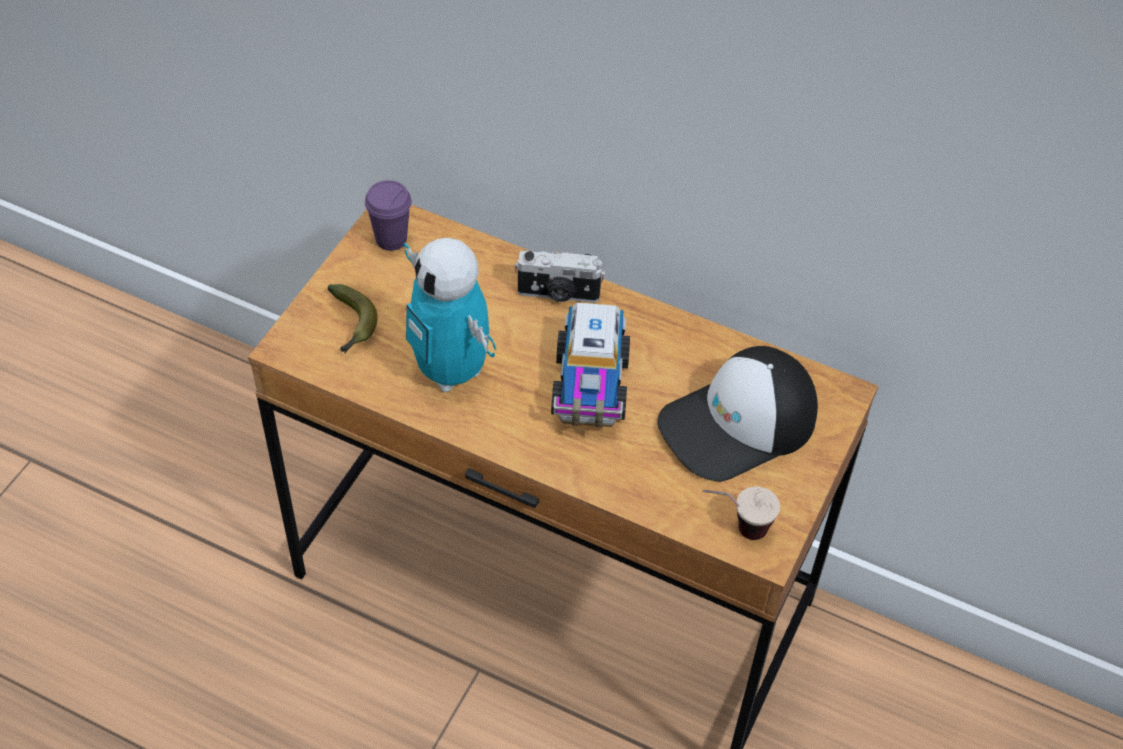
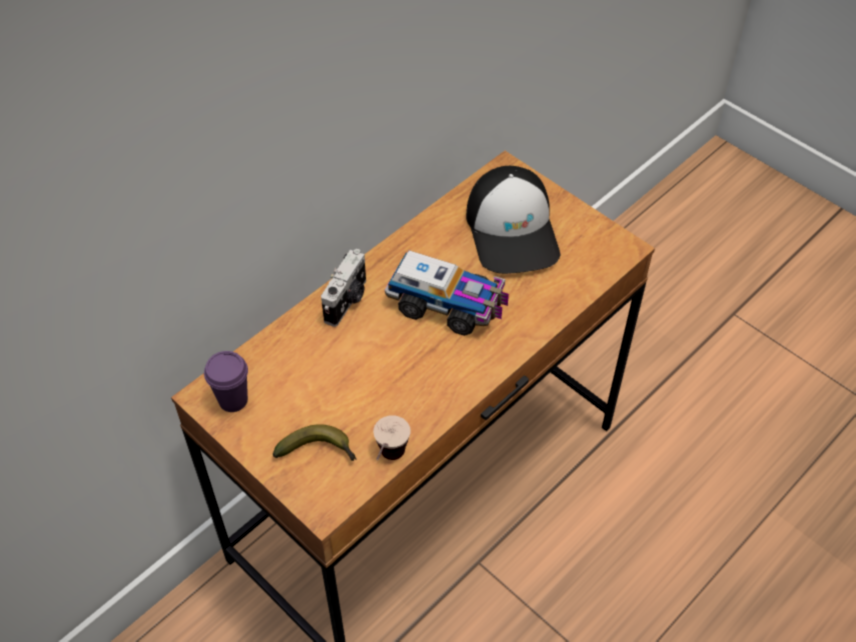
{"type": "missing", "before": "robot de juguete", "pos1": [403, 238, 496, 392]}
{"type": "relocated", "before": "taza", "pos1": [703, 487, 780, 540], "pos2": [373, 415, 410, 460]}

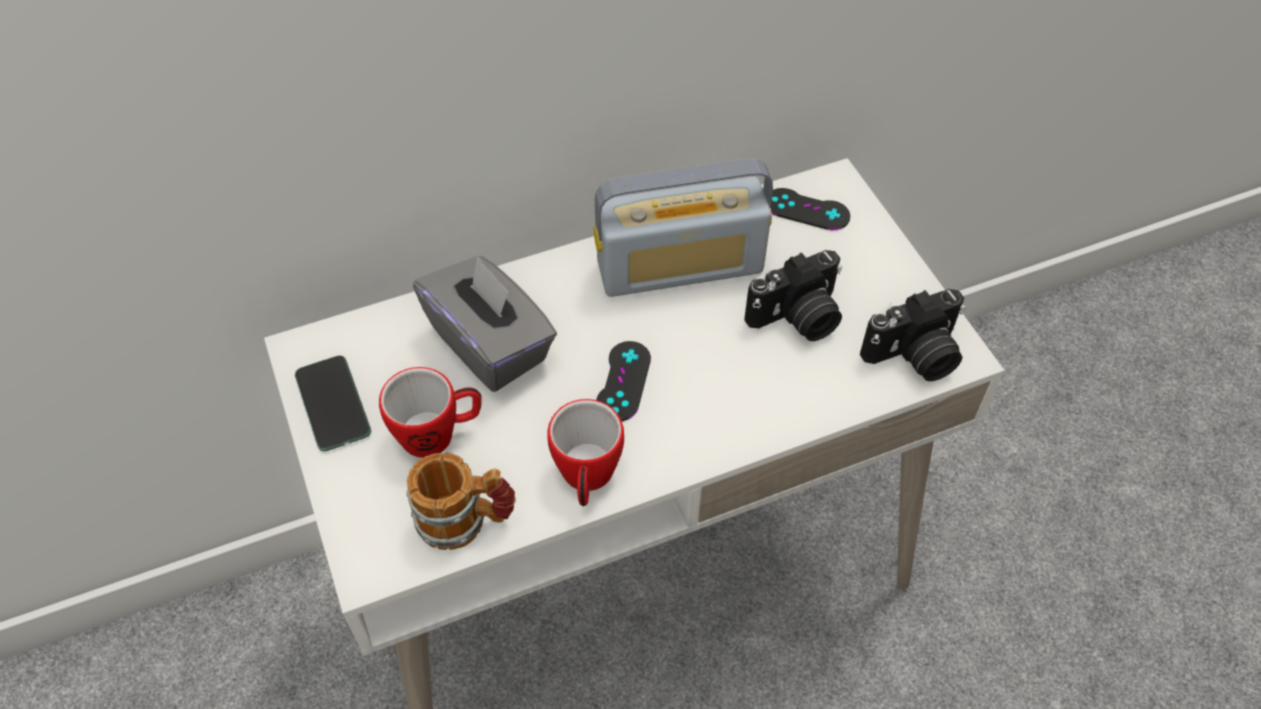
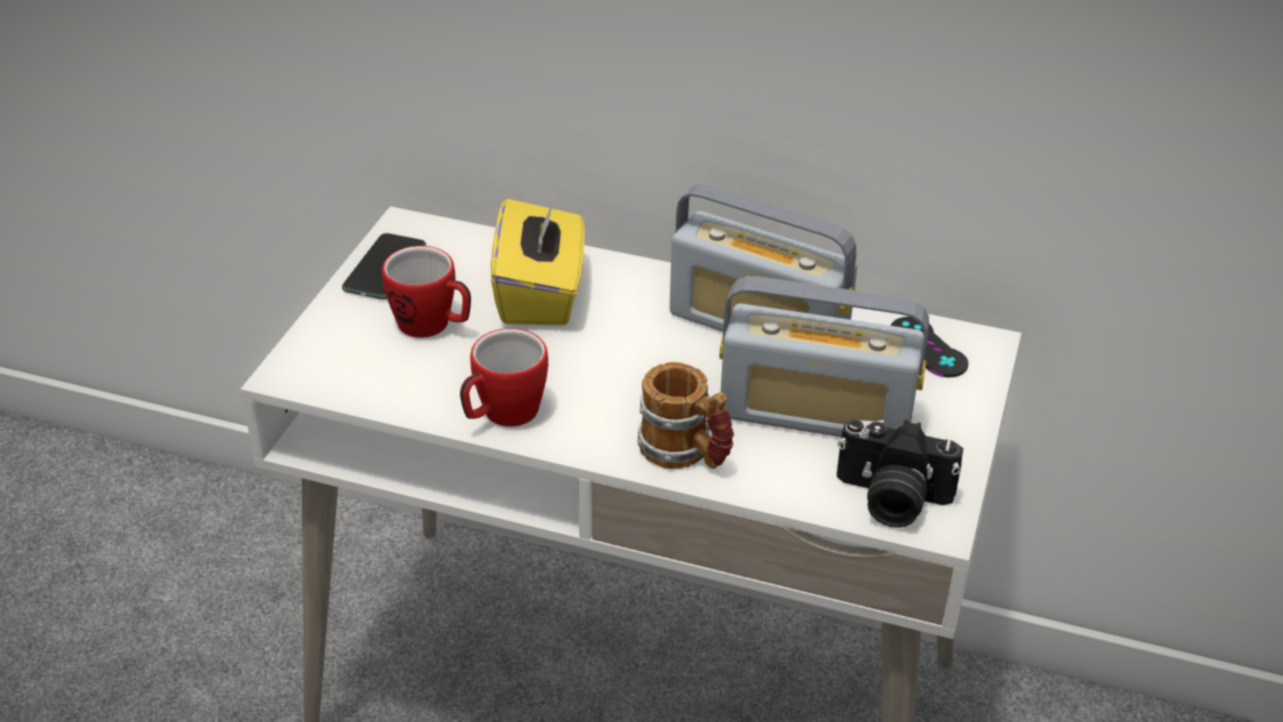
{"type": "missing", "before": "mando de consola (negro)", "pos1": [596, 341, 651, 421]}
{"type": "relocated", "before": "taza grande", "pos1": [406, 452, 516, 550], "pos2": [638, 362, 734, 469]}
{"type": "exchanged", "before": "cámara", "after": "radio", "pos1": [744, 250, 842, 341], "pos2": [719, 276, 929, 437]}
{"type": "colour", "before": "caja de pañuelos (gris)", "after": "caja de pañuelos (amarillo)", "pos1": [413, 255, 557, 392], "pos2": [491, 195, 584, 326]}

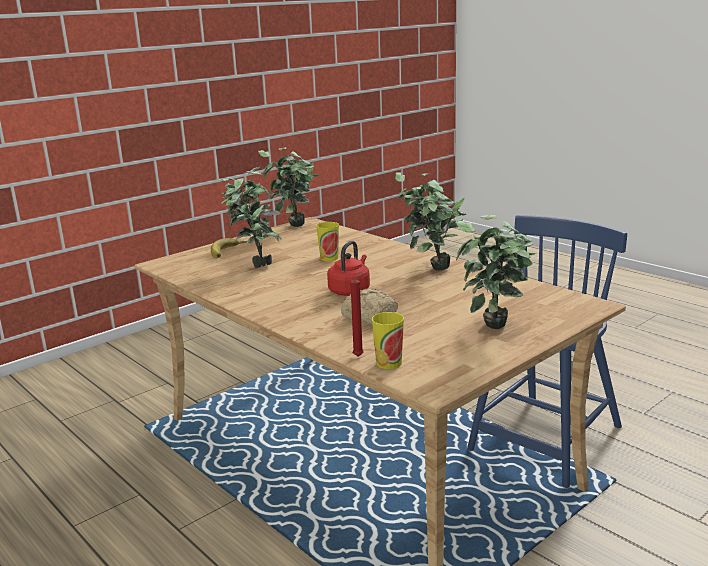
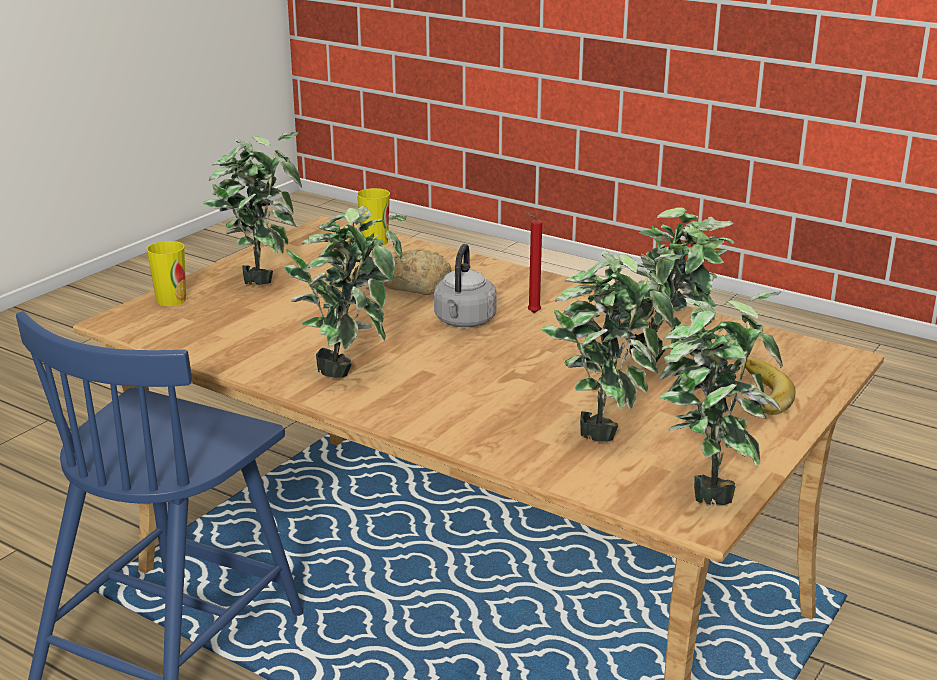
{"type": "appeared", "after": "planta en maceta", "pos2": [540, 250, 683, 442]}
{"type": "relocated", "before": "taza", "pos1": [316, 222, 339, 261], "pos2": [146, 241, 186, 306]}
{"type": "relocated", "before": "vela (rojo)", "pos1": [350, 273, 364, 357], "pos2": [525, 211, 542, 313]}
{"type": "colour", "before": "hervidor (rojo)", "after": "hervidor (gris)", "pos1": [327, 241, 370, 296], "pos2": [434, 244, 497, 327]}

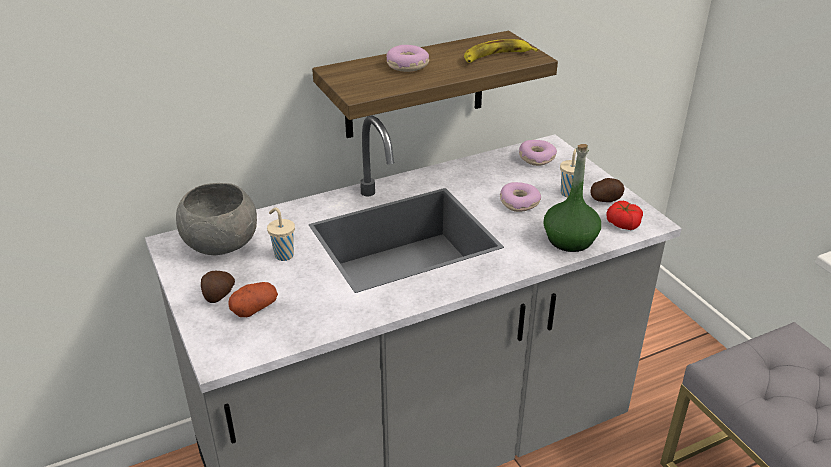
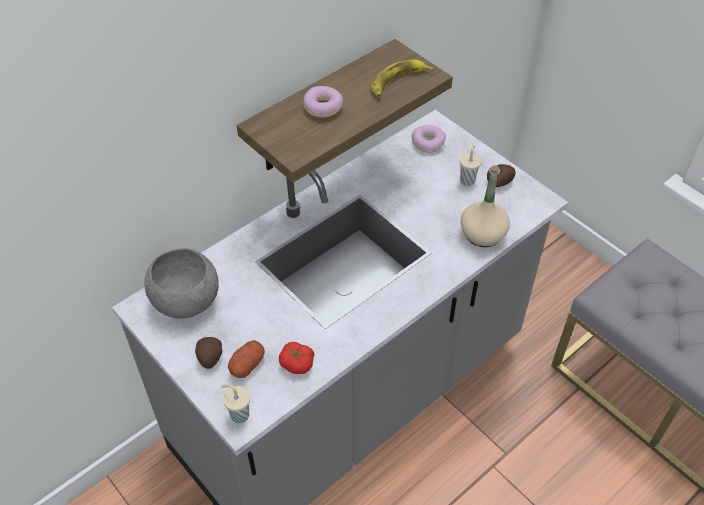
{"type": "missing", "before": "rosquilla", "pos1": [500, 182, 541, 212]}
{"type": "relocated", "before": "taza (beis)", "pos1": [267, 208, 295, 261], "pos2": [221, 384, 250, 423]}
{"type": "relocated", "before": "tomate", "pos1": [607, 201, 643, 230], "pos2": [279, 342, 314, 374]}
{"type": "colour", "before": "botella (verde)", "after": "botella (beis)", "pos1": [544, 144, 601, 252], "pos2": [461, 165, 510, 247]}

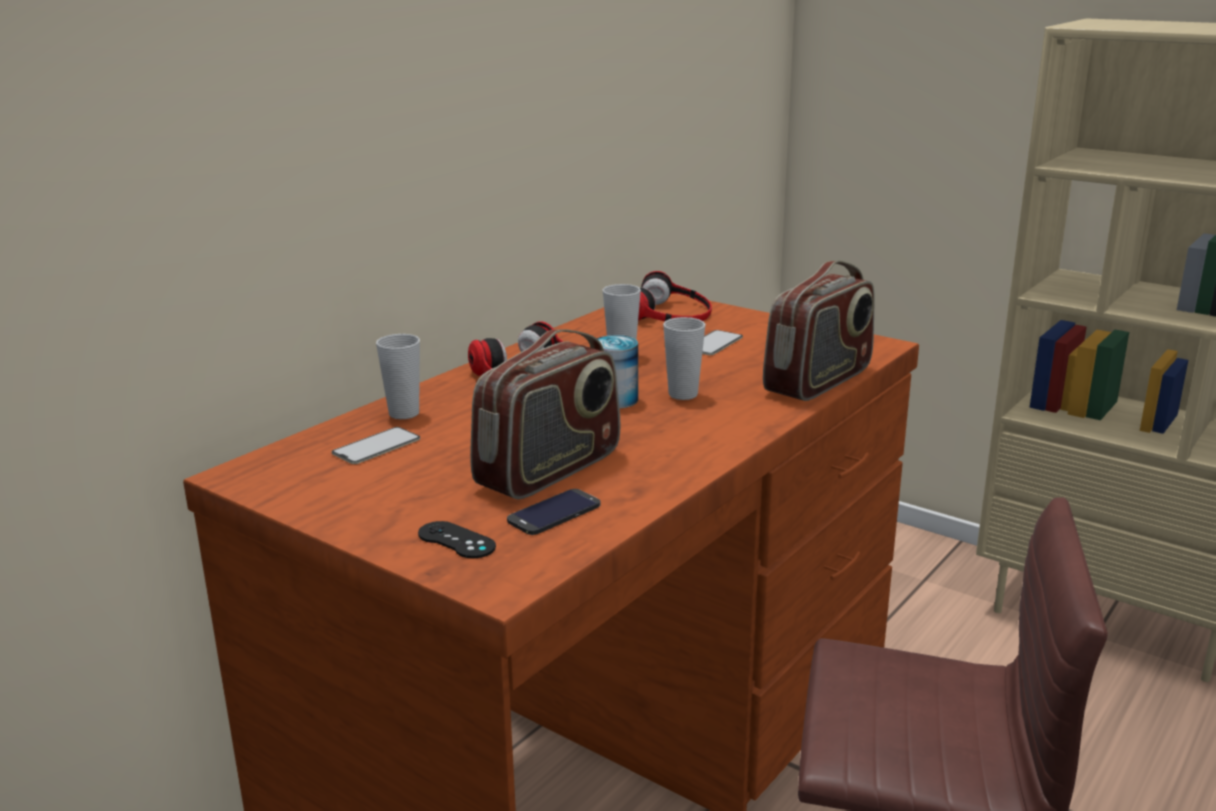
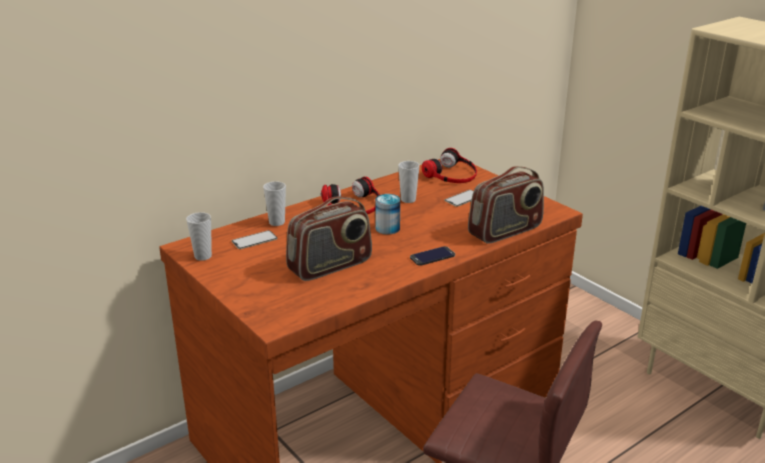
{"type": "missing", "before": "mando de consola (negro)", "pos1": [418, 521, 496, 558]}
{"type": "relocated", "before": "móvil", "pos1": [507, 489, 600, 535], "pos2": [410, 246, 455, 266]}
{"type": "relocated", "before": "taza", "pos1": [663, 317, 706, 400], "pos2": [186, 212, 212, 261]}

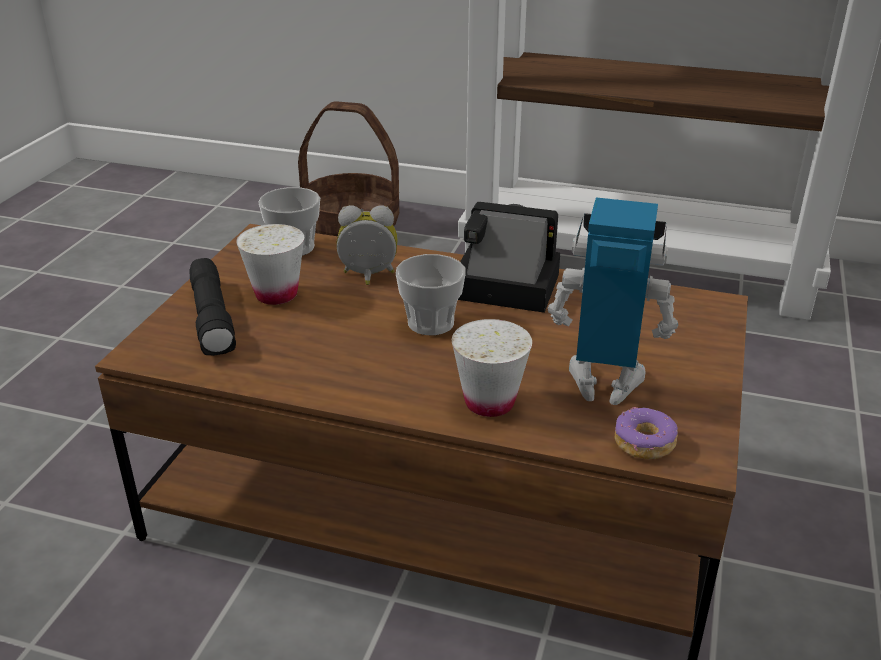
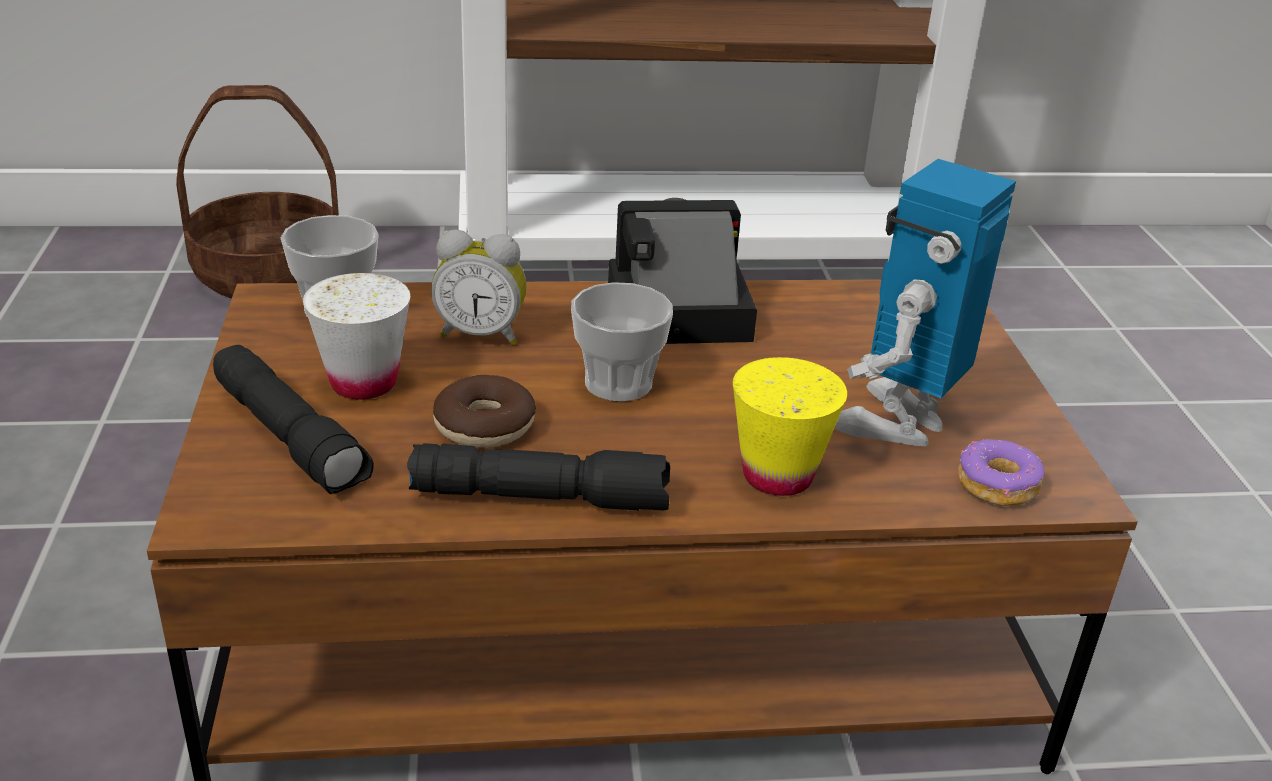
{"type": "appeared", "after": "linterna (negro)", "pos2": [407, 443, 670, 510]}
{"type": "appeared", "after": "rosquilla", "pos2": [433, 375, 536, 447]}
{"type": "colour", "before": "taza (blanco)", "after": "taza (amarillo)", "pos1": [452, 319, 532, 417], "pos2": [733, 357, 847, 496]}
{"type": "spun", "before": "despertador", "pos1": [336, 205, 398, 285], "pos2": [431, 230, 526, 345], "turn": -150}
{"type": "spun", "before": "robot de juguete", "pos1": [548, 198, 678, 405], "pos2": [834, 159, 1016, 446], "turn": -45}

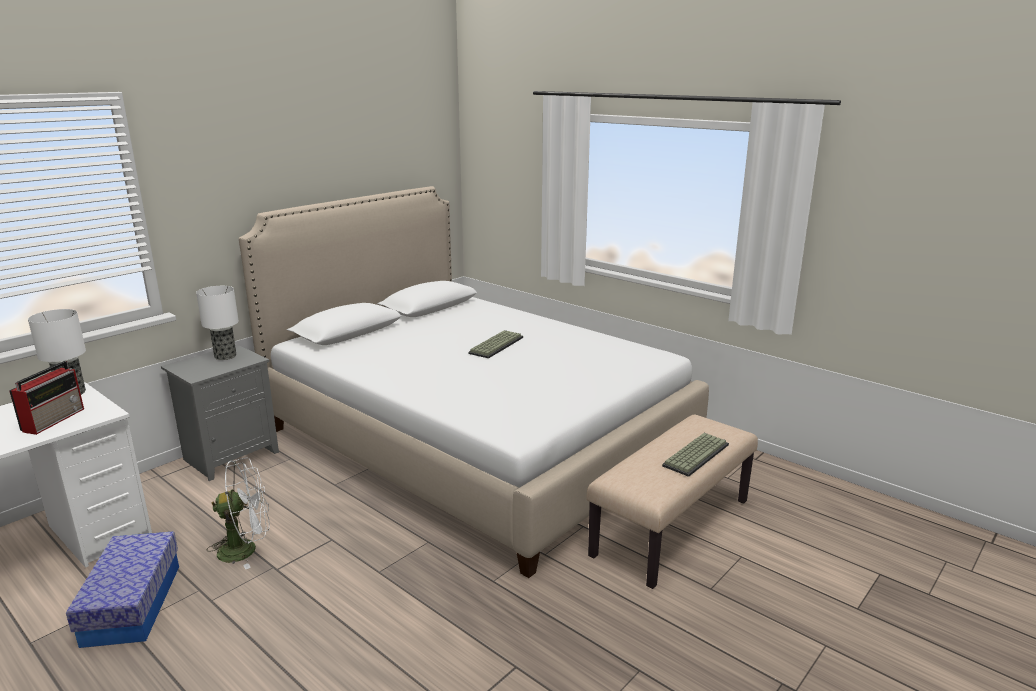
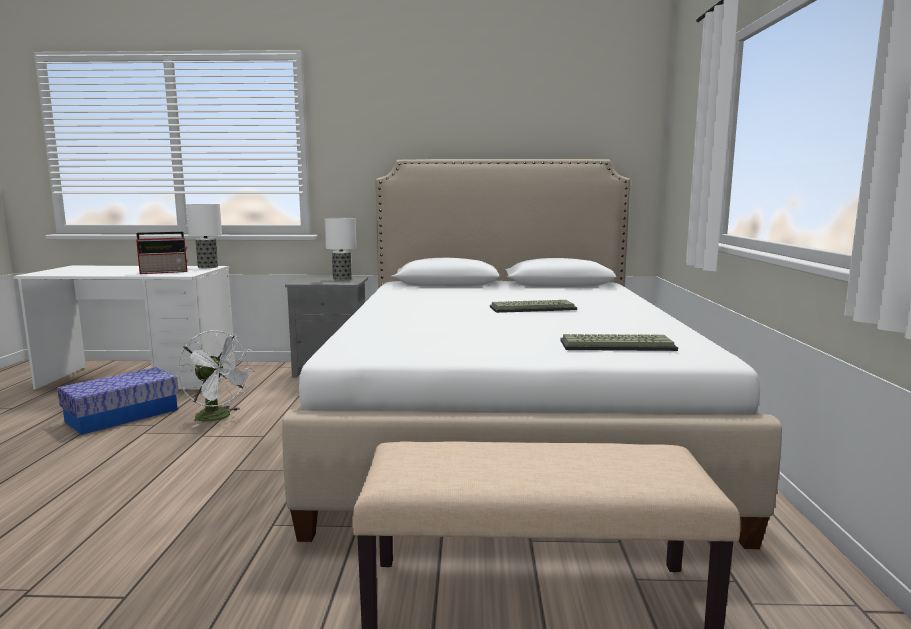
{"type": "relocated", "before": "teclado", "pos1": [662, 433, 729, 477], "pos2": [561, 334, 678, 351]}

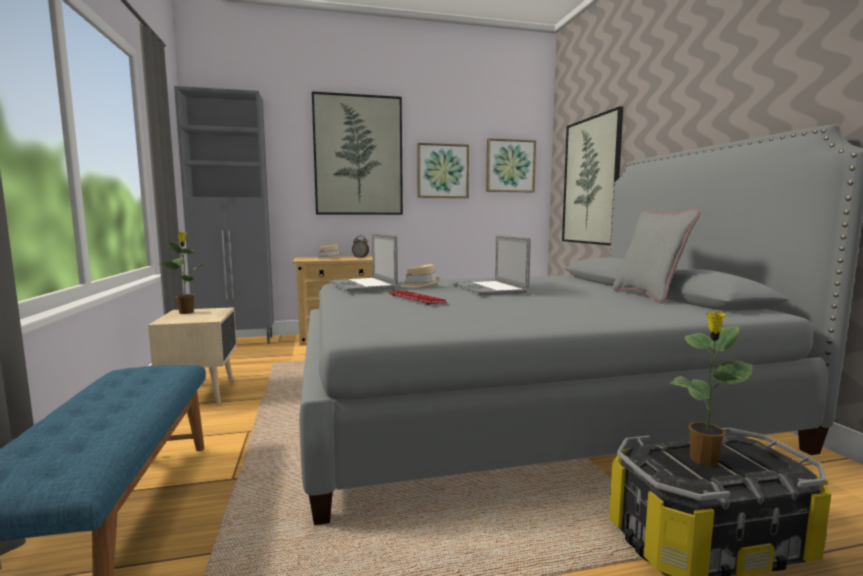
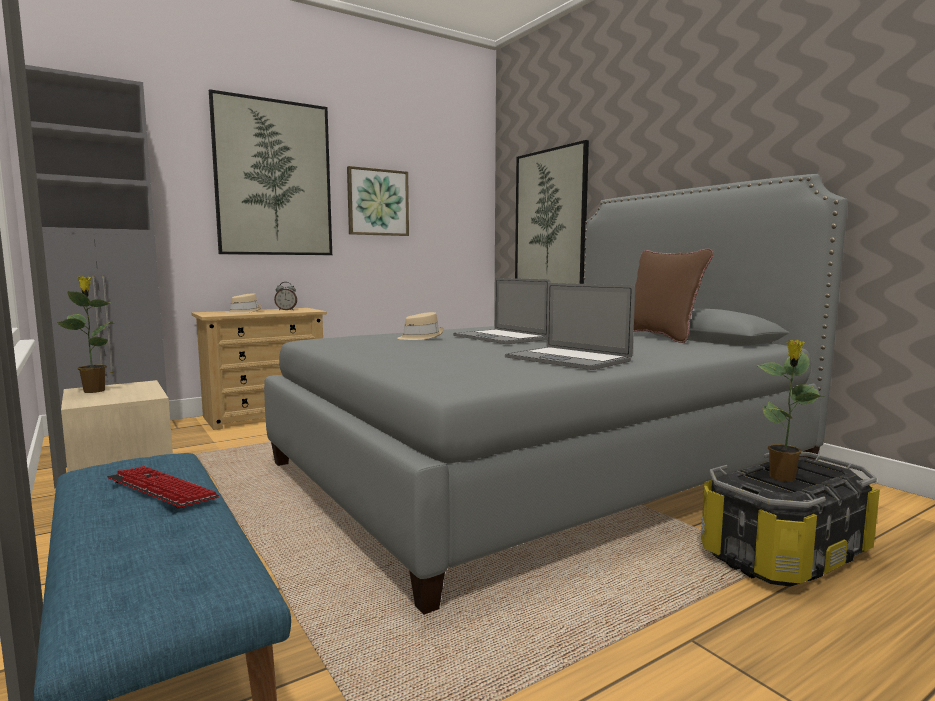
{"type": "missing", "before": "cuadro", "pos1": [486, 138, 536, 192]}
{"type": "relocated", "before": "portátil", "pos1": [329, 233, 398, 292], "pos2": [505, 283, 635, 370]}
{"type": "relocated", "before": "teclado", "pos1": [389, 290, 447, 305], "pos2": [107, 466, 219, 509]}
{"type": "colour", "before": "cojín (gris)", "after": "cojín (marrón)", "pos1": [612, 209, 701, 304], "pos2": [634, 248, 714, 343]}

